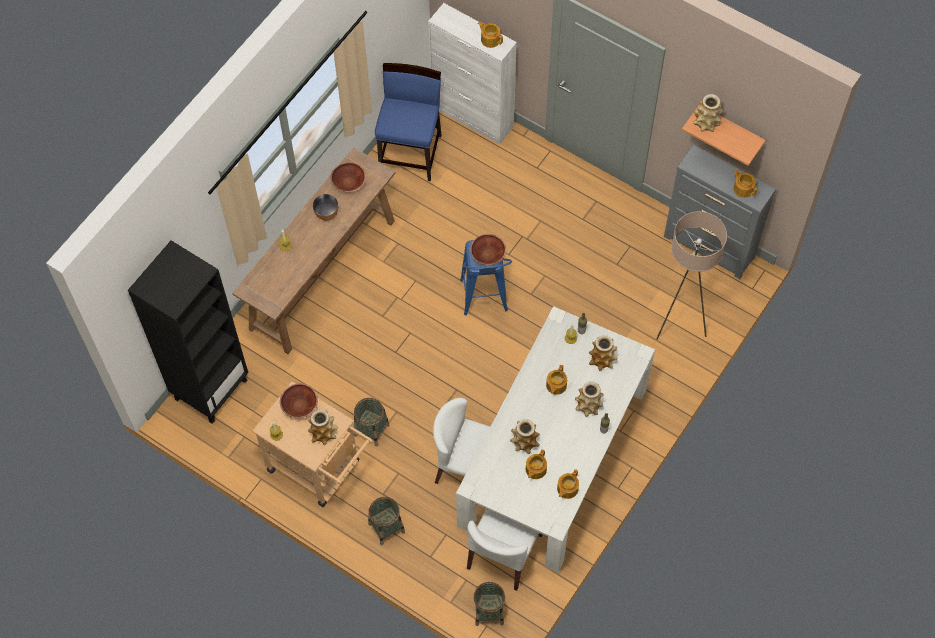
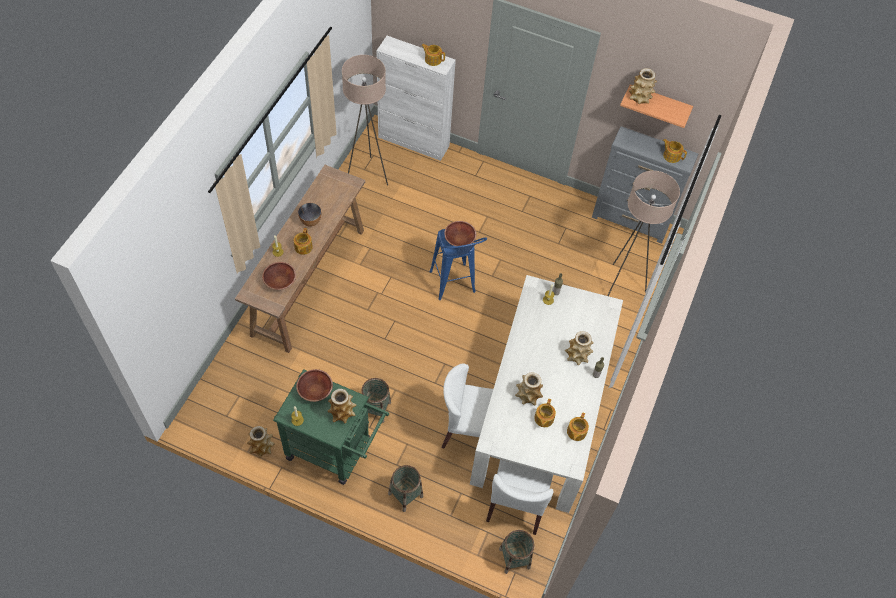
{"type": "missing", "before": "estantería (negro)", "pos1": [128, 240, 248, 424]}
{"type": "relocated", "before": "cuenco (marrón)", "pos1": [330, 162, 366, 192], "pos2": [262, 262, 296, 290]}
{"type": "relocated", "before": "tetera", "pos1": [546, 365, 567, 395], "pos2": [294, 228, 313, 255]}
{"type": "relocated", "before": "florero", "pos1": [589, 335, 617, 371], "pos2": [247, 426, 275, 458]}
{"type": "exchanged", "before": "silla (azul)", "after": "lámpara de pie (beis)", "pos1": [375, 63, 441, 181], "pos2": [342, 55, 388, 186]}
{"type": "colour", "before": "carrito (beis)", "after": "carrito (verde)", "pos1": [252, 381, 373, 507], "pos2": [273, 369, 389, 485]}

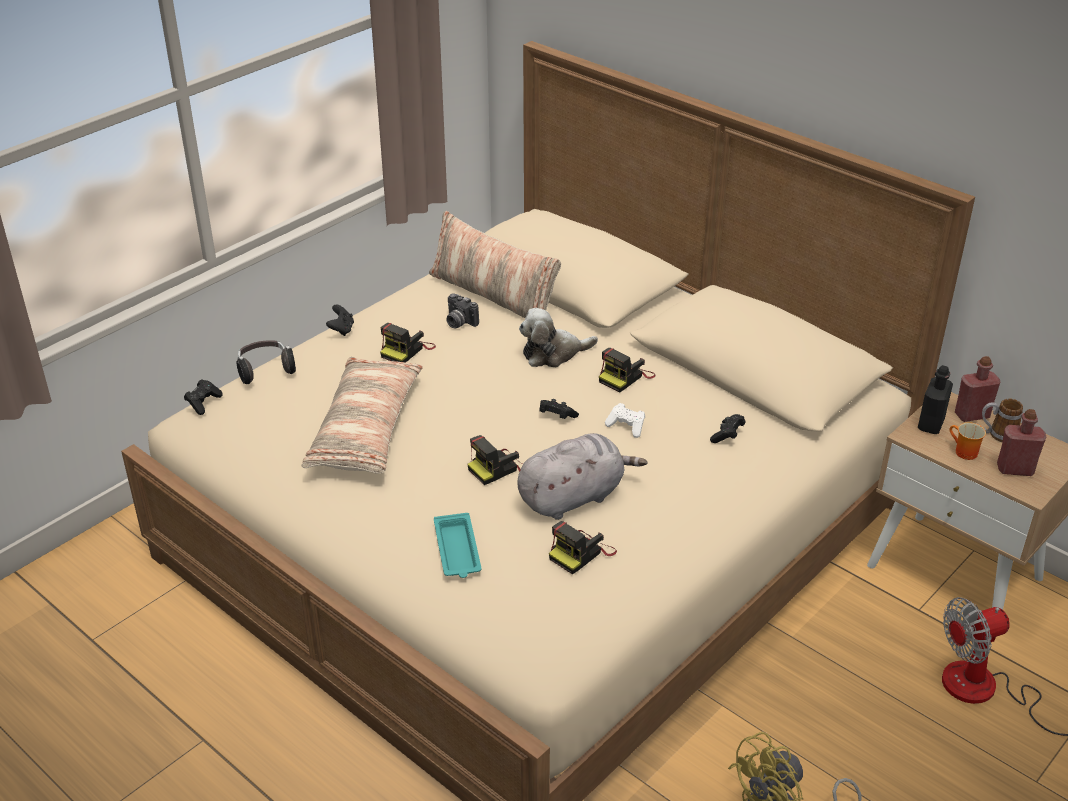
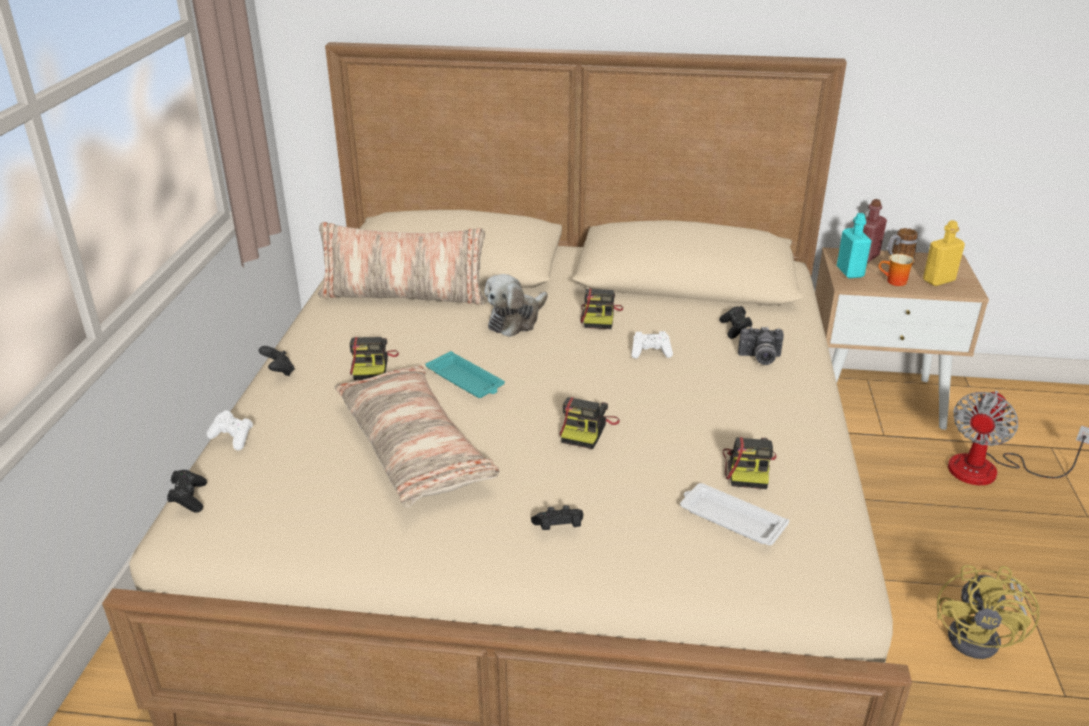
{"type": "missing", "before": "peluche (gris)", "pos1": [517, 433, 647, 520]}
{"type": "appeared", "after": "bandeja (blanco)", "pos2": [680, 483, 789, 545]}
{"type": "relocated", "before": "bandeja (turquesa)", "pos1": [434, 513, 481, 578], "pos2": [426, 351, 505, 398]}
{"type": "relocated", "before": "cámara", "pos1": [446, 293, 479, 328], "pos2": [738, 327, 784, 365]}
{"type": "relocated", "before": "mando de consola (negro)", "pos1": [539, 399, 579, 419], "pos2": [531, 505, 583, 530]}
{"type": "exchanged", "before": "auriculares", "after": "mando de consola (blanco)", "pos1": [236, 340, 296, 384], "pos2": [207, 410, 253, 450]}
{"type": "colour", "before": "botella (negro)", "after": "botella (turquesa)", "pos1": [918, 365, 953, 434], "pos2": [837, 213, 872, 278]}
{"type": "colour", "before": "botella (rojo)", "after": "botella (amarillo)", "pos1": [997, 409, 1046, 476], "pos2": [923, 220, 965, 286]}

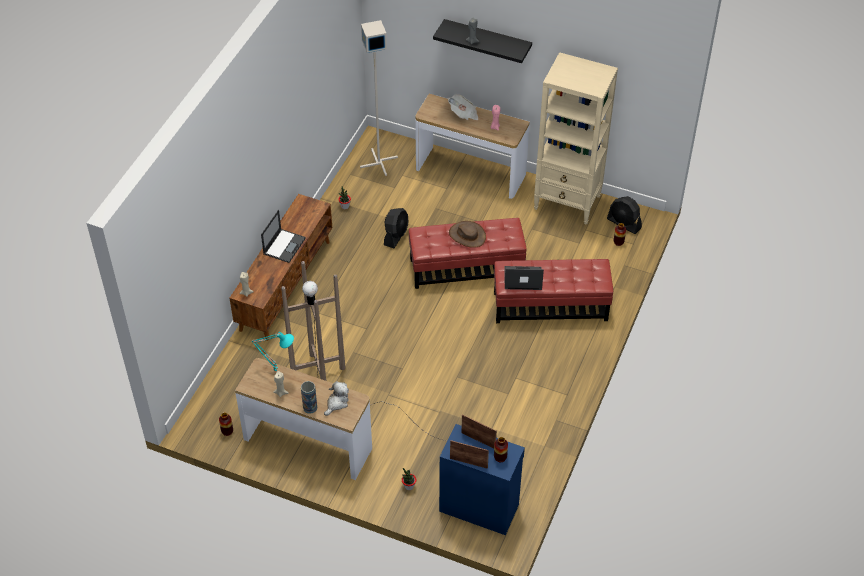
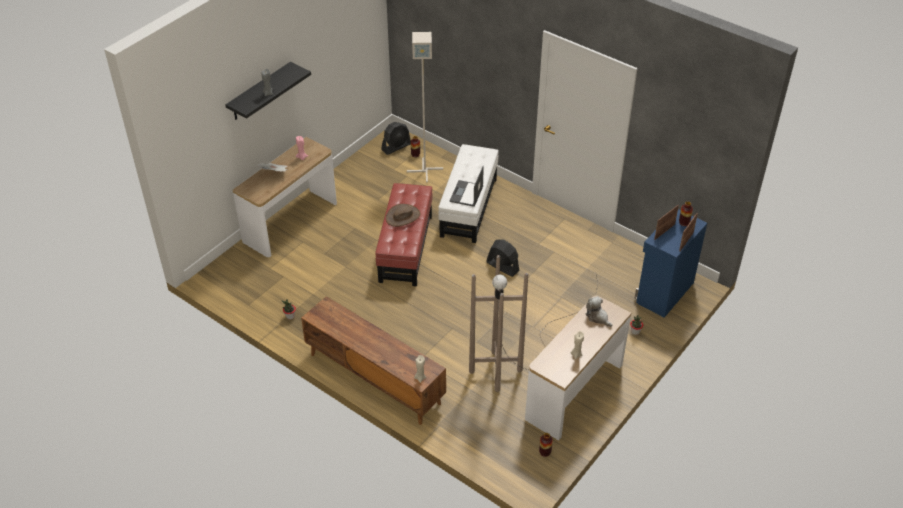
{"type": "missing", "before": "lámpara de mesa (turquesa)", "pos1": [252, 332, 294, 372]}
{"type": "missing", "before": "portátil", "pos1": [261, 210, 306, 263]}
{"type": "missing", "before": "florero", "pos1": [301, 381, 317, 414]}
{"type": "missing", "before": "estantería (beis)", "pos1": [534, 52, 618, 225]}
{"type": "relocated", "before": "lámpara de pie (gris)", "pos1": [360, 20, 398, 176], "pos2": [407, 32, 443, 182]}
{"type": "relocated", "before": "ventilador (negro)", "pos1": [384, 208, 409, 248], "pos2": [486, 239, 519, 277]}
{"type": "colour", "before": "puf (rojo)", "after": "puf (blanco)", "pos1": [494, 259, 613, 323], "pos2": [438, 144, 499, 243]}

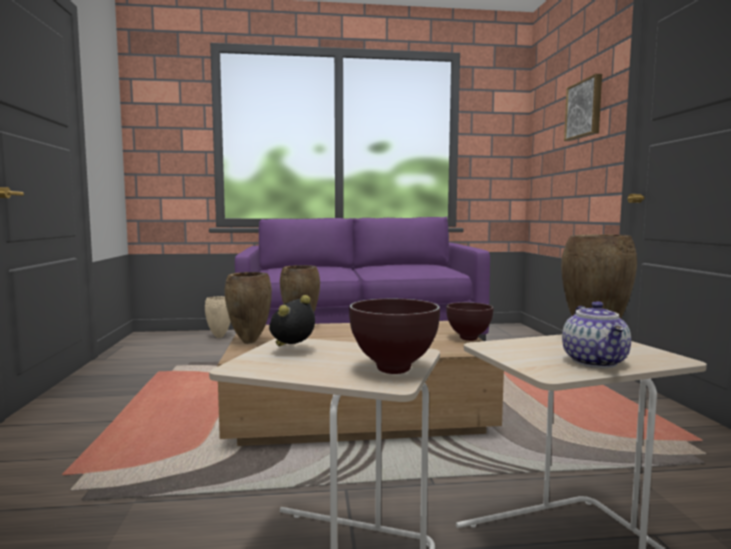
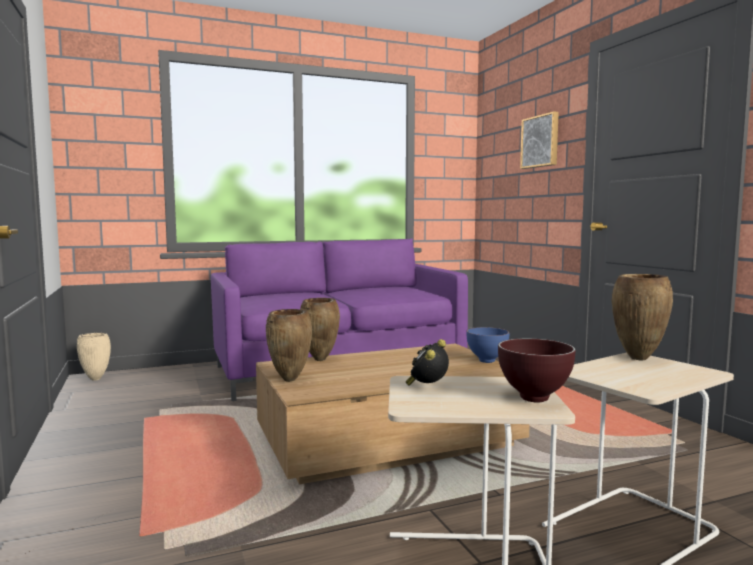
{"type": "missing", "before": "tetera", "pos1": [562, 301, 631, 368]}
{"type": "relocated", "before": "florero (beis)", "pos1": [205, 296, 231, 338], "pos2": [77, 333, 111, 381]}
{"type": "colour", "before": "cuenco (marrón)", "after": "cuenco (azul)", "pos1": [446, 302, 493, 341], "pos2": [466, 327, 509, 363]}

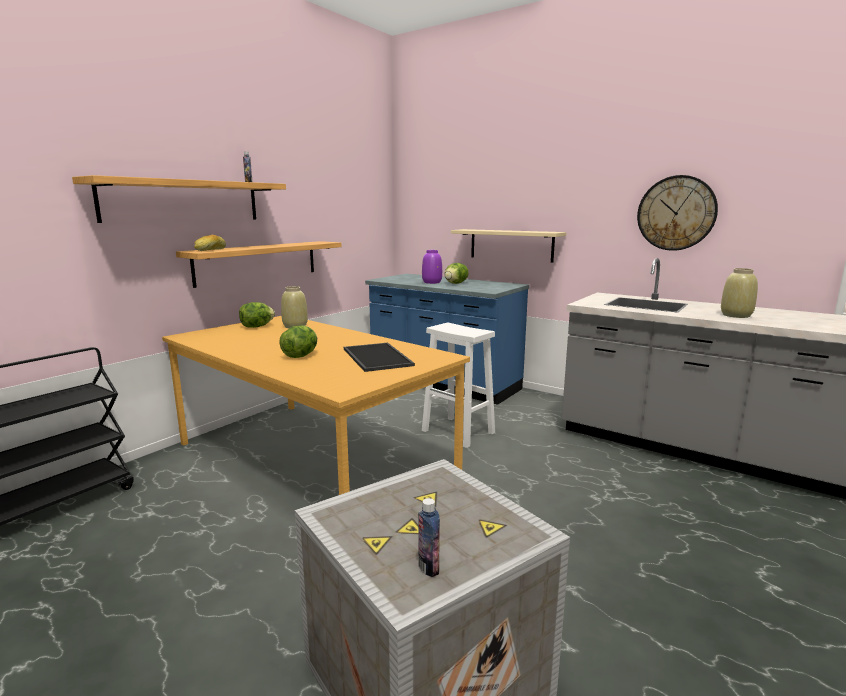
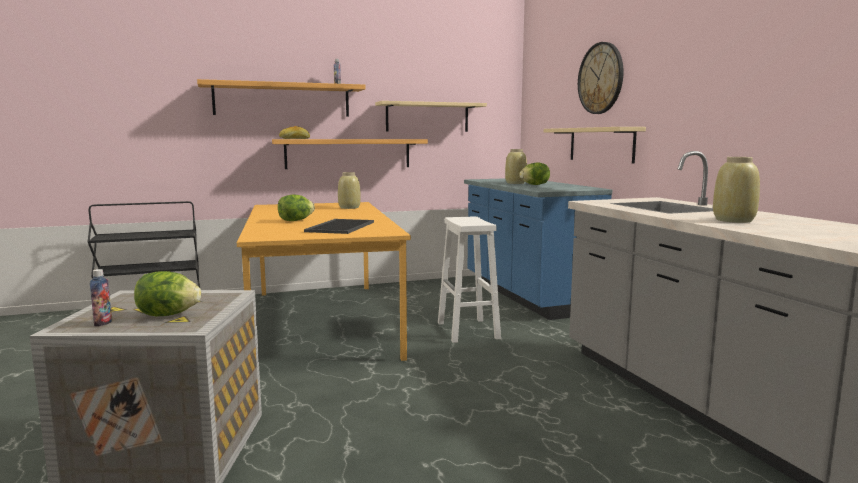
{"type": "appeared", "after": "estante (beis)", "pos2": [375, 101, 487, 132]}
{"type": "relocated", "before": "lechuga", "pos1": [239, 302, 275, 328], "pos2": [134, 271, 201, 316]}
{"type": "relocated", "before": "reloj de pared", "pos1": [637, 175, 718, 251], "pos2": [578, 42, 624, 114]}
{"type": "colour", "before": "florero (morado)", "after": "florero (beis)", "pos1": [422, 250, 442, 284], "pos2": [505, 149, 527, 184]}

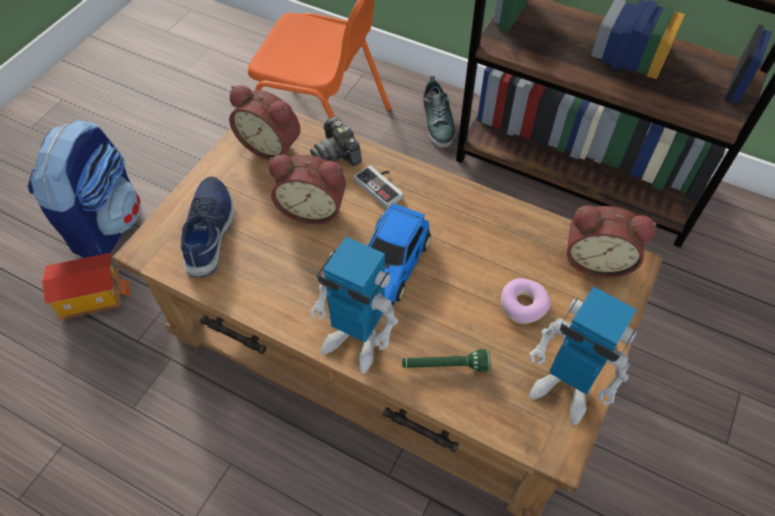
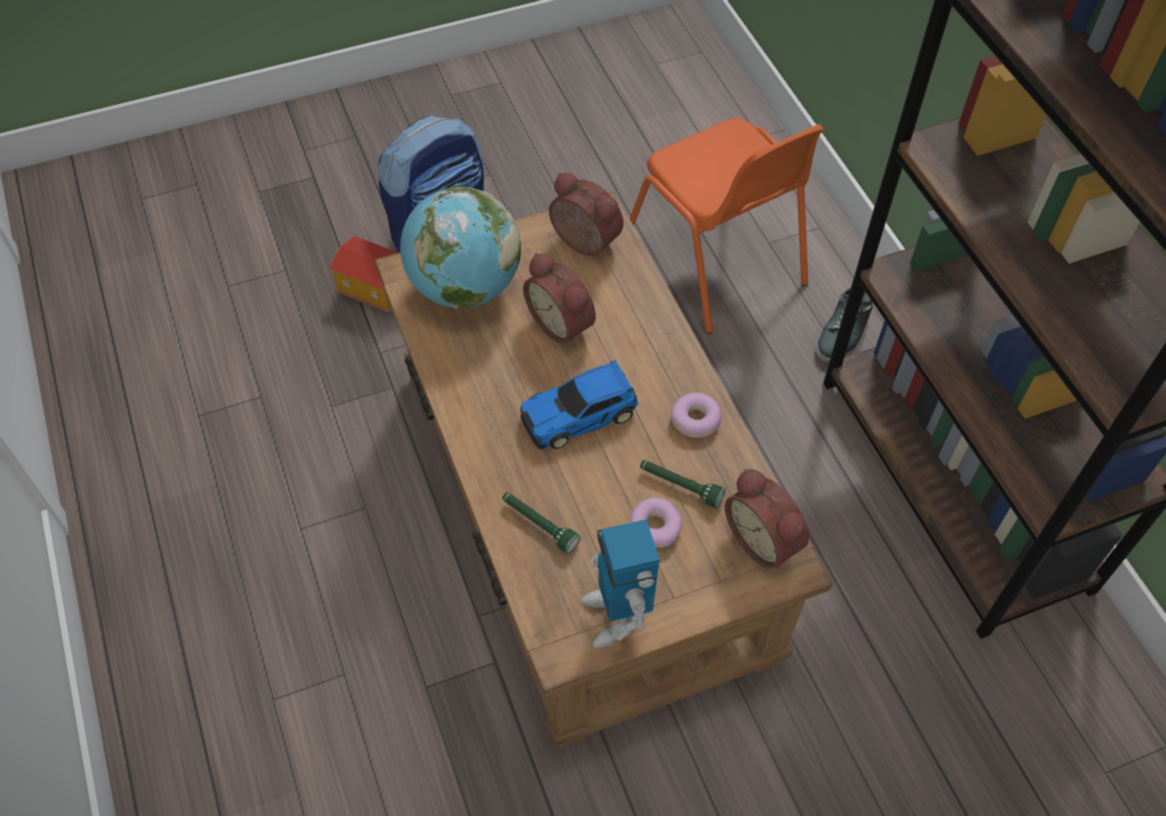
{"type": "missing", "before": "cámara", "pos1": [310, 116, 362, 166]}
{"type": "missing", "before": "robot de juguete", "pos1": [311, 237, 398, 374]}
{"type": "missing", "before": "mando de consola", "pos1": [354, 165, 403, 209]}
{"type": "appeared", "after": "linterna (verde)", "pos2": [640, 460, 726, 508]}
{"type": "appeared", "after": "rosquilla", "pos2": [671, 393, 722, 438]}
{"type": "exchanged", "before": "zapato (azul)", "after": "globo terráqueo", "pos1": [181, 176, 234, 277], "pos2": [400, 187, 521, 309]}
{"type": "spun", "before": "despertador", "pos1": [229, 85, 300, 160], "pos2": [549, 172, 624, 256], "turn": 150}

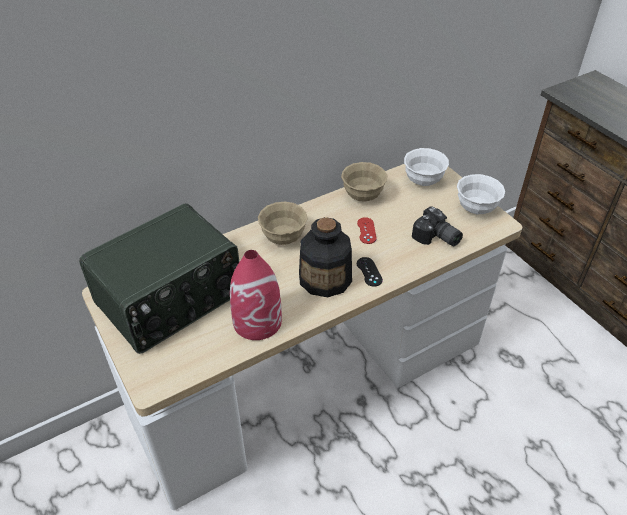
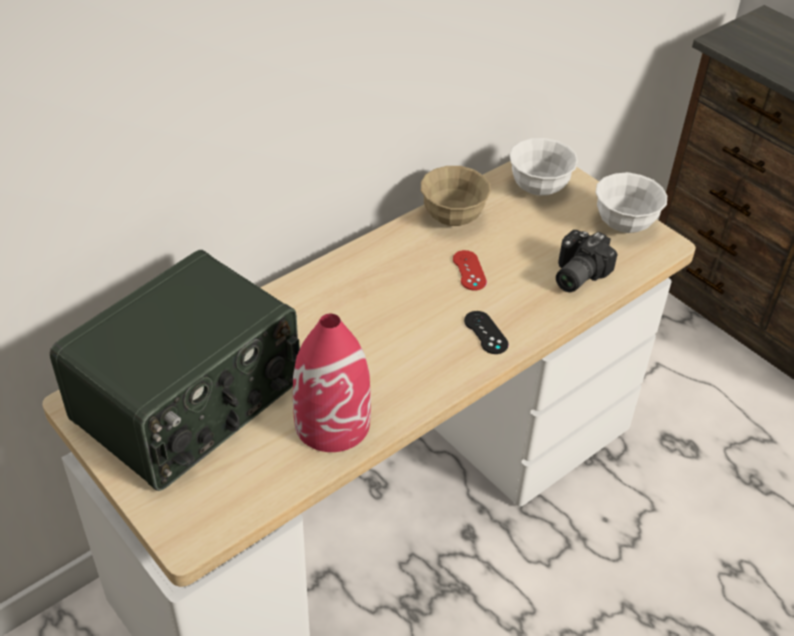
{"type": "missing", "before": "cuenco (beis)", "pos1": [258, 202, 308, 245]}
{"type": "missing", "before": "botella", "pos1": [299, 217, 352, 297]}
{"type": "spun", "before": "cámara", "pos1": [412, 206, 463, 246], "pos2": [556, 230, 618, 292], "turn": 90}

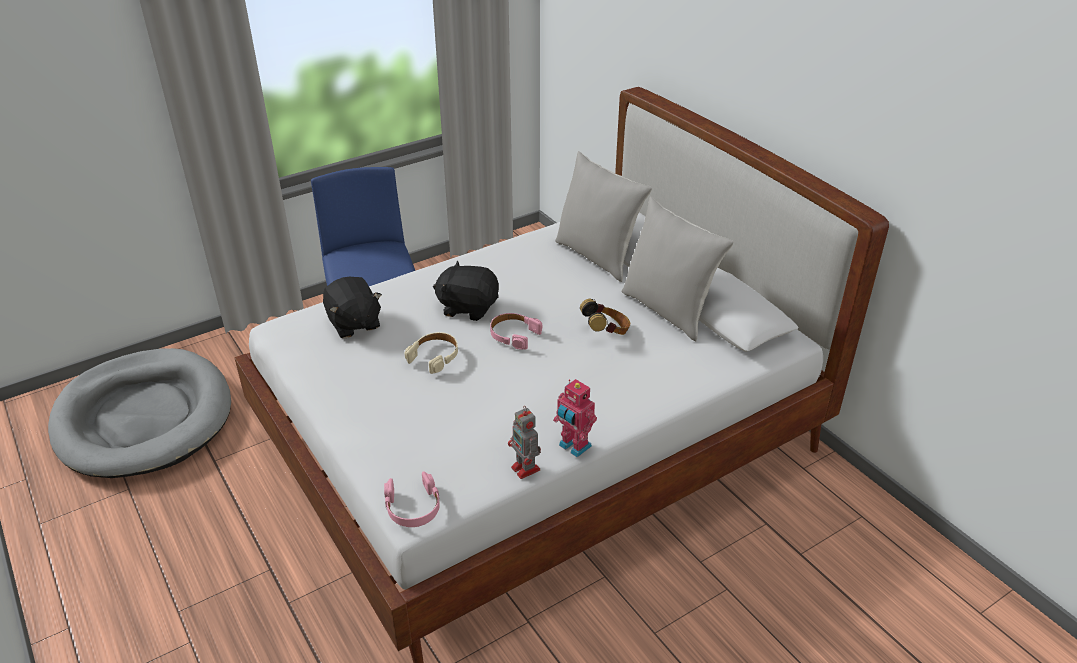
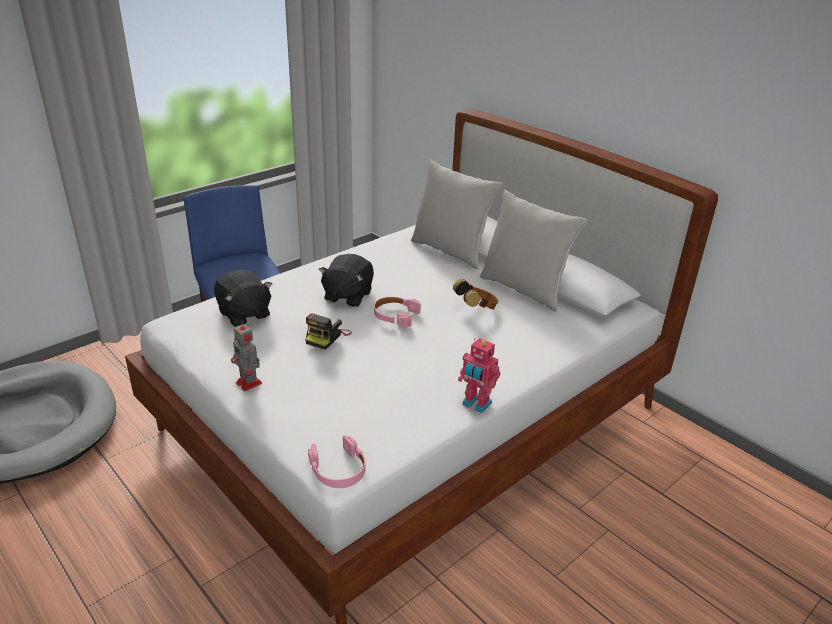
{"type": "relocated", "before": "robot de juguete", "pos1": [508, 406, 541, 479], "pos2": [231, 320, 262, 391]}
{"type": "exchanged", "before": "auriculares (beis)", "after": "cámara", "pos1": [405, 332, 458, 374], "pos2": [305, 313, 352, 350]}
{"type": "spun", "before": "peluche (negro)", "pos1": [433, 261, 499, 321], "pos2": [319, 254, 374, 307], "turn": -75}

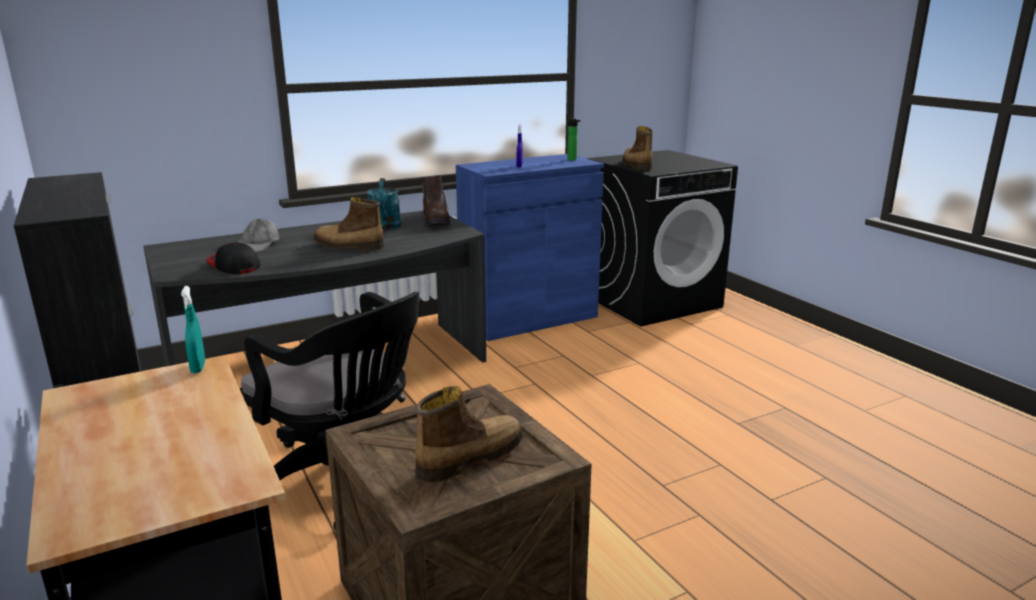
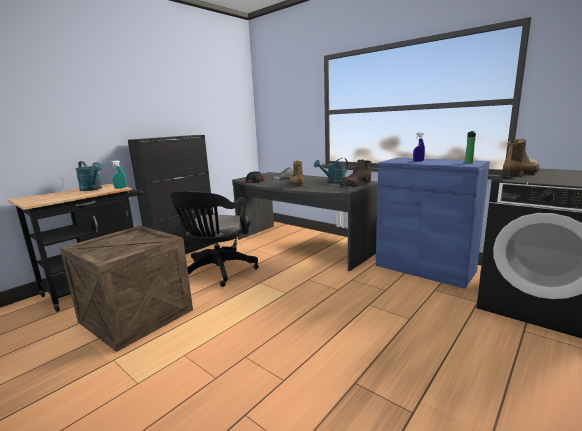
{"type": "missing", "before": "bota", "pos1": [415, 386, 523, 483]}
{"type": "appeared", "after": "regadera (turquesa)", "pos2": [76, 161, 102, 191]}

